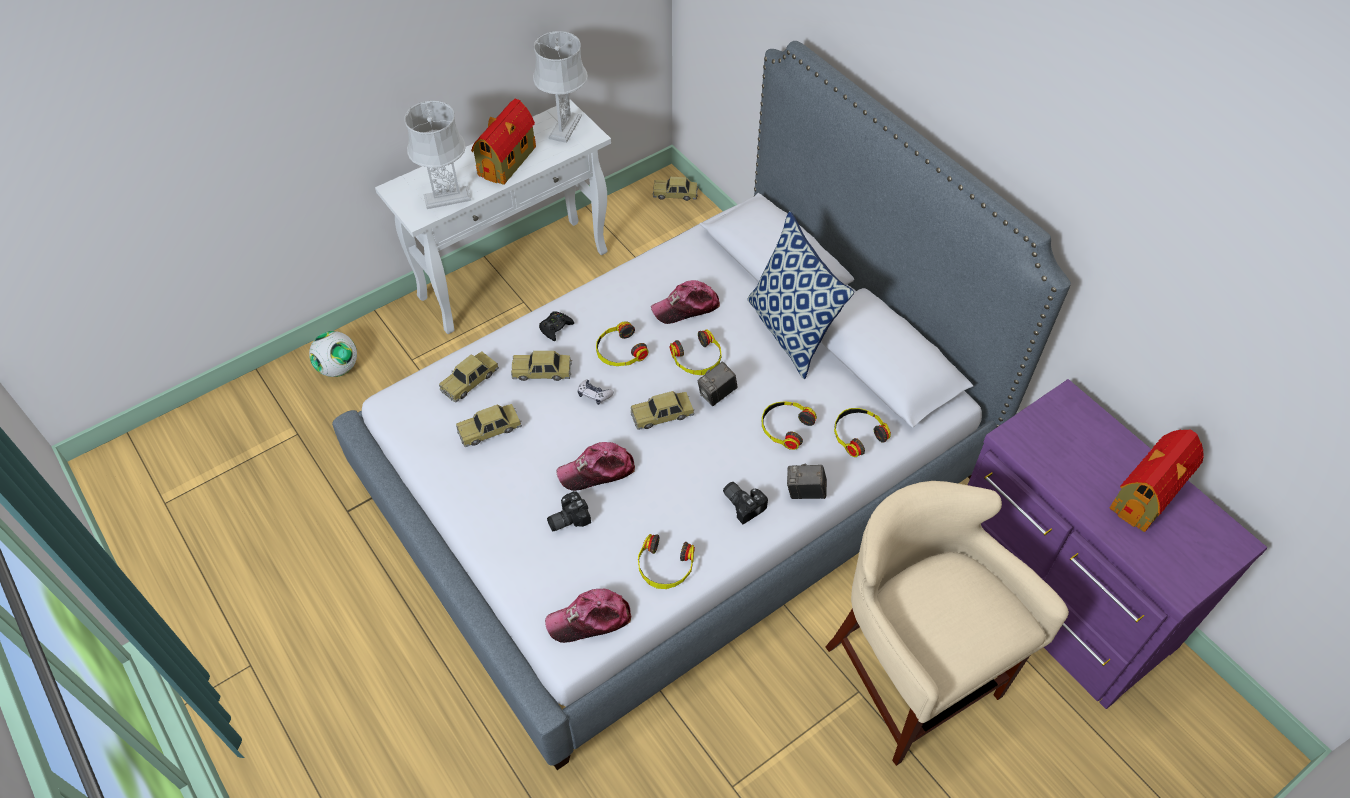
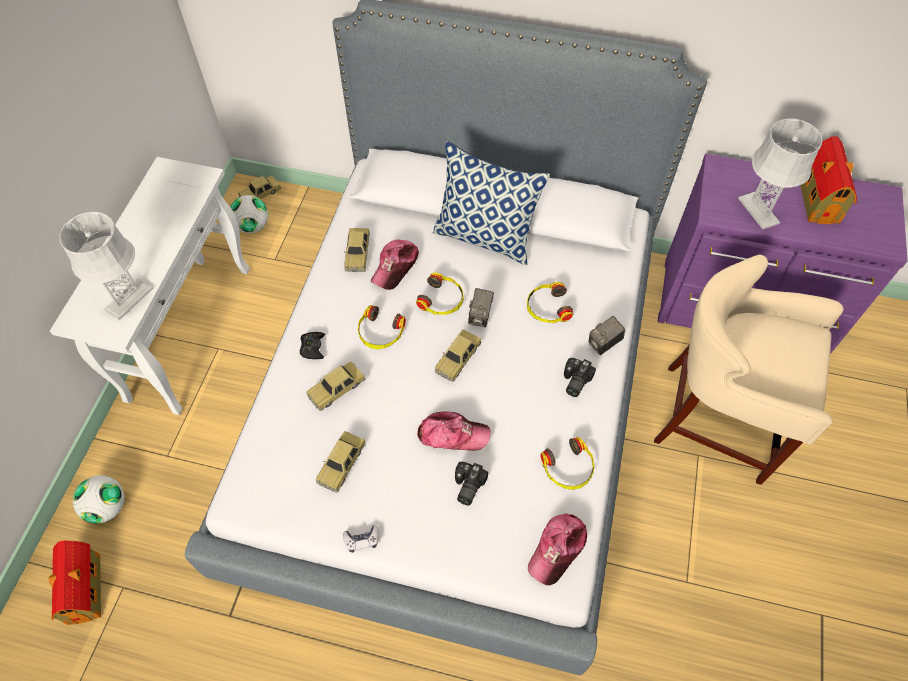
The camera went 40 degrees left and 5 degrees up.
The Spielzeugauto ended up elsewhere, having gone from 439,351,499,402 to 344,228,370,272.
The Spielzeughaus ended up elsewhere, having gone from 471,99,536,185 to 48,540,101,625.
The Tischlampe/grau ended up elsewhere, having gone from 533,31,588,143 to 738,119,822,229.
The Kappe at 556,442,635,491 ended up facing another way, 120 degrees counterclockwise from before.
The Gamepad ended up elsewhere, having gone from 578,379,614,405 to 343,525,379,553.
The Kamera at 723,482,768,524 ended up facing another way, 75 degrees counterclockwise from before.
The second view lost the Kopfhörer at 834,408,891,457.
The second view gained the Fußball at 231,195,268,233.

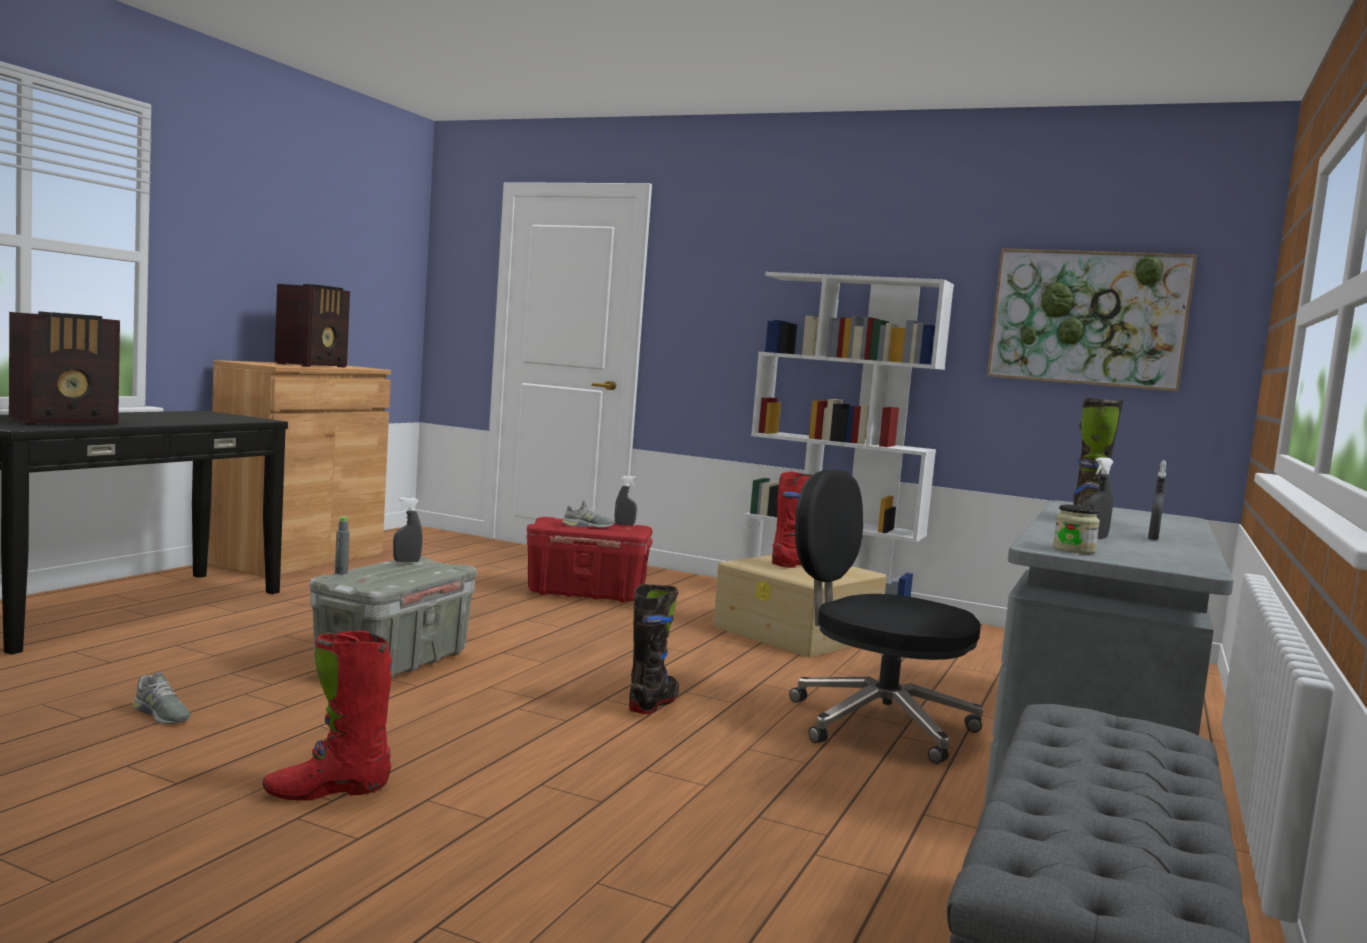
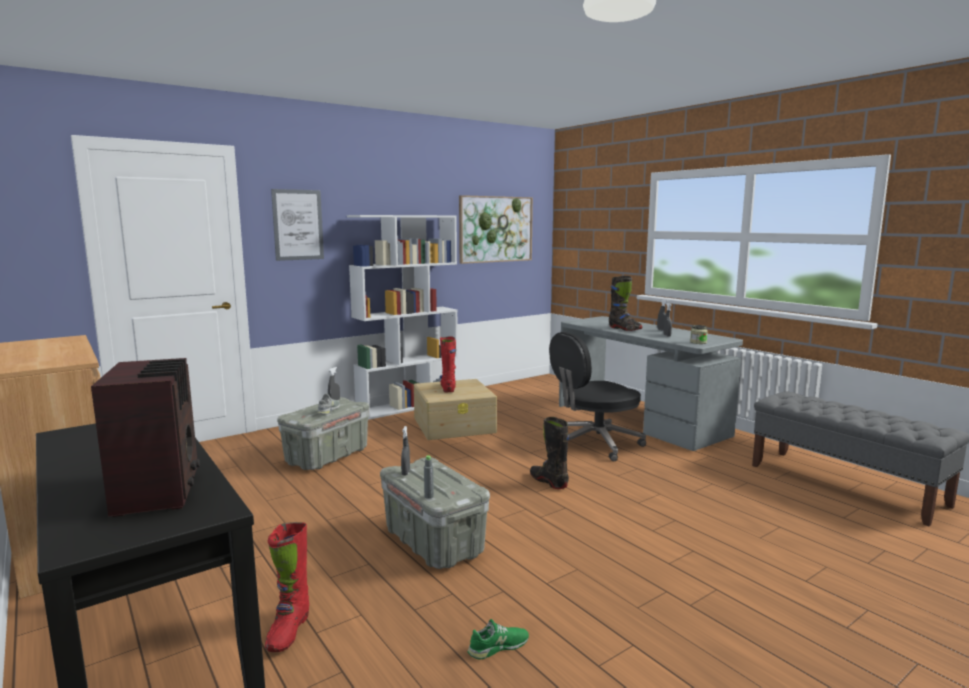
The camera went 60 degrees left and 5 degrees up.
What was the Schuh/grau at 133,673,190,724 turned into the Schuh/grün at 468,619,529,660.
The Stiefel/rot ended up elsewhere, having gone from 263,631,392,801 to 265,522,309,652.
The second view lost the Radio at 274,284,350,367.
What was the Aufbewahrungsbox/rot at 527,517,652,602 turned into the Aufbewahrungsbox/grau at 277,397,369,470.
The second view gained the Bild at 271,189,324,261.

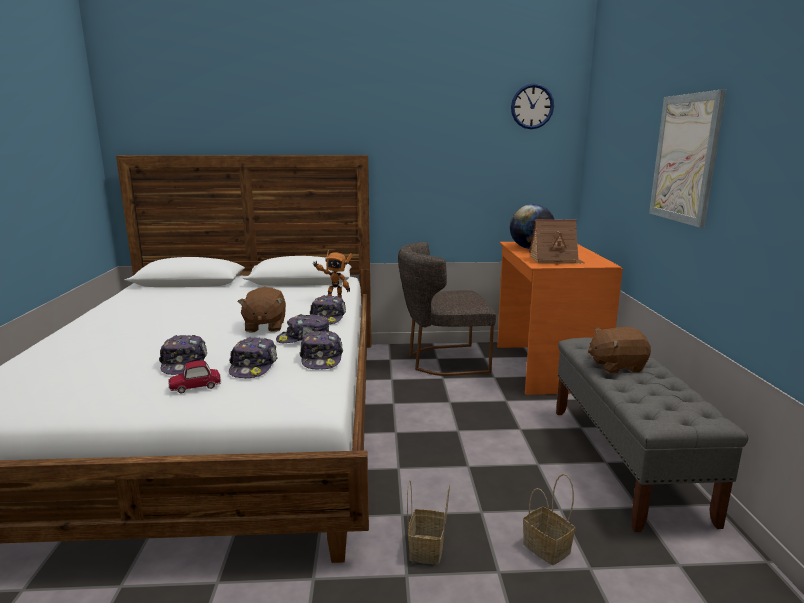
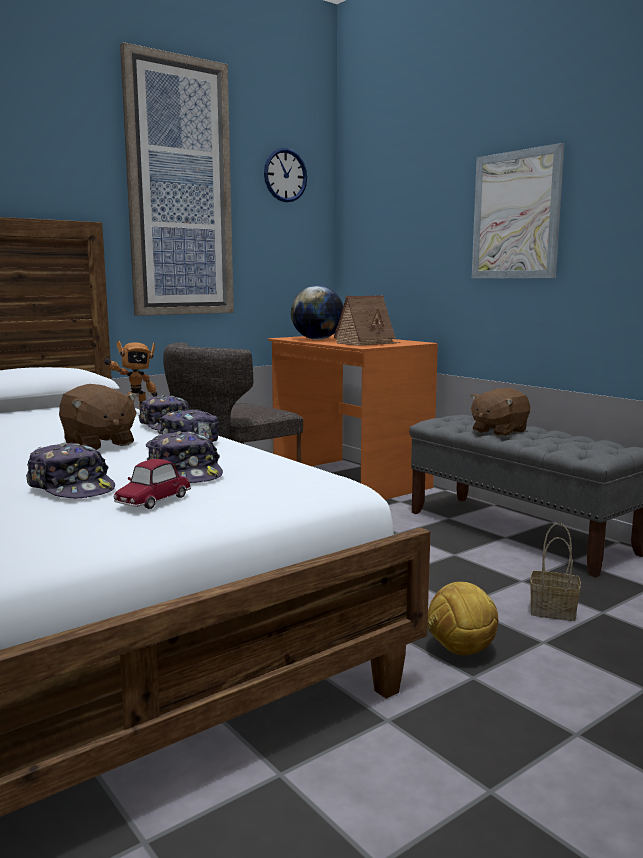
The camera went 35 degrees left and 5 degrees down.
The second view lost the Kappe at 300,331,343,369.
Where the Korb stood at 407,480,450,565, the Fußball came to stand at 428,582,498,655.
The second view gained the Bild at 120,42,234,316.

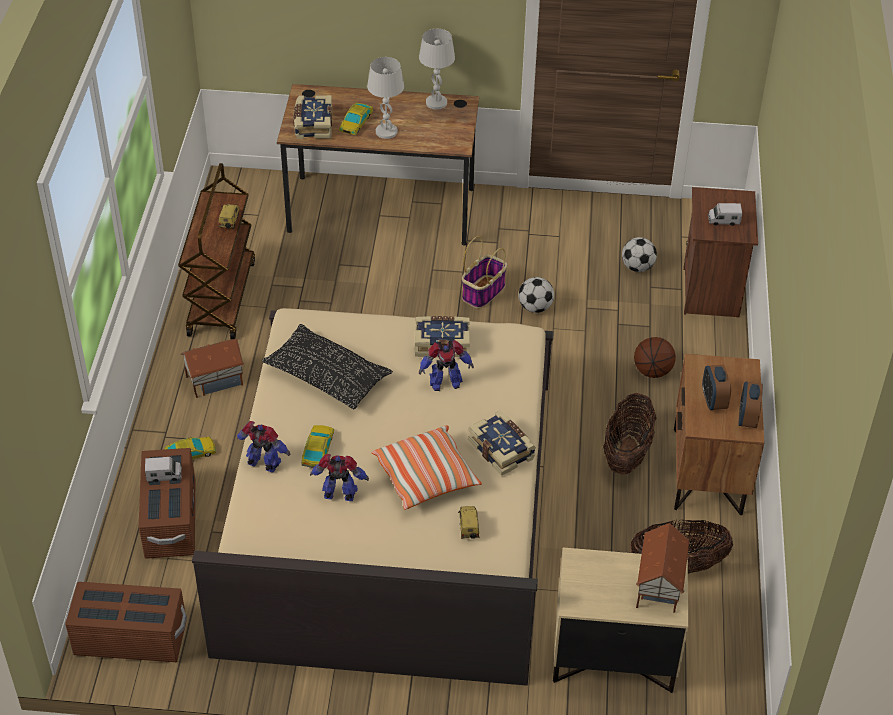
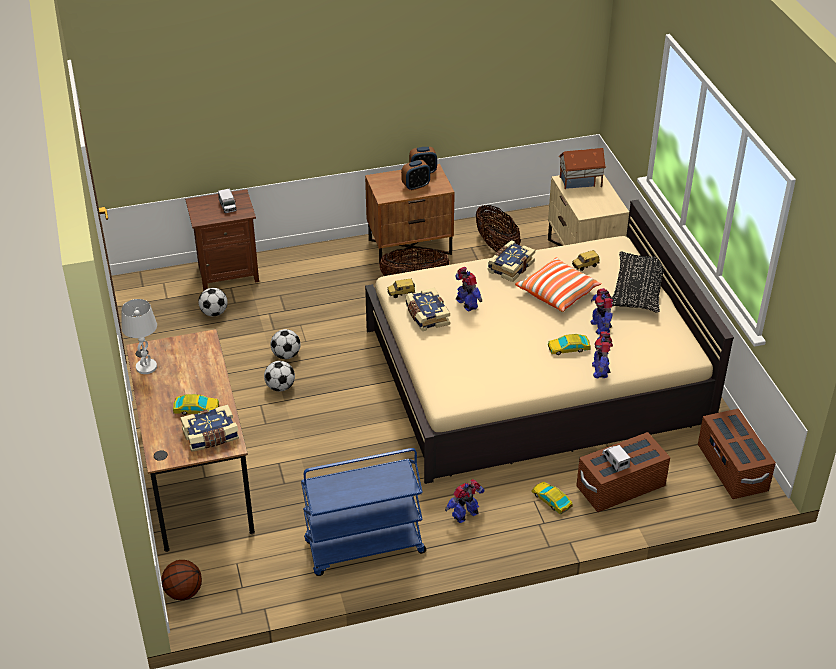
The camera went 110 degrees left and 5 degrees down.
What was the Rollwagen/braun at 178,163,255,339 turned into the Rollwagen/blau at 301,448,426,576.
Where the Spielzeughaus stood at 180,339,244,398, the Spielzeugroboter came to stand at 445,479,485,523.
The Spielzeugauto ended up elsewhere, having gone from 218,204,240,229 to 388,279,415,298.
The Kissen/schwarz ended up elsewhere, having gone from 262,324,393,409 to 612,251,664,313.
The second view lost the Tischlampe/weiß at 367,57,404,139.
Where the Korb stood at 462,236,507,308, the Fußball came to stand at 264,361,295,391.
The Basketball ended up elsewhere, having gone from 634,337,676,378 to 161,560,202,600.

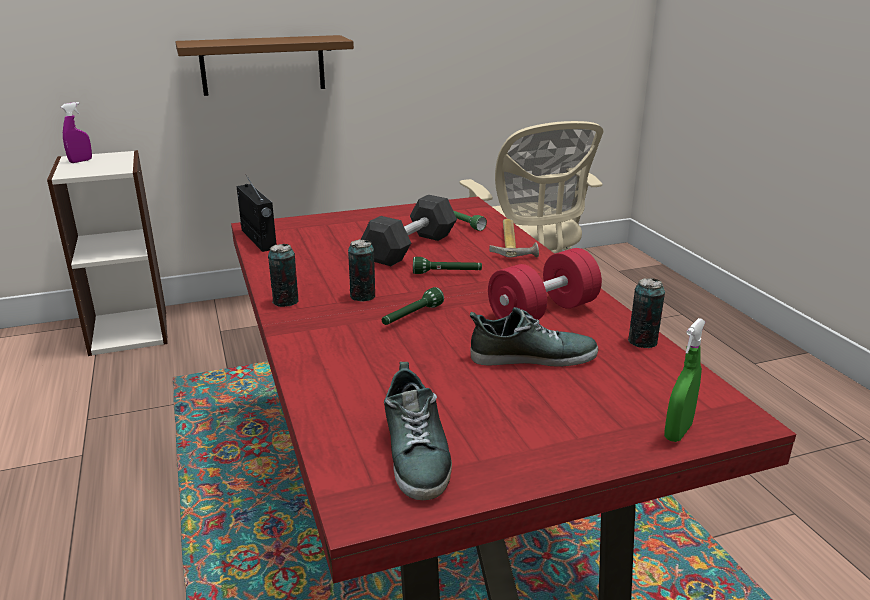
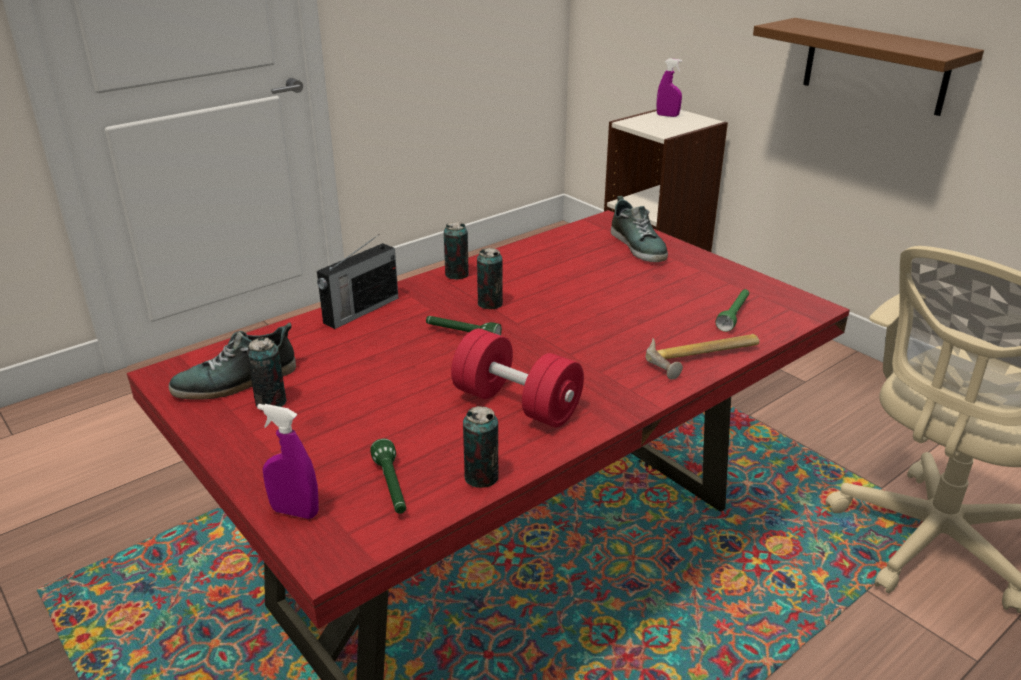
The camera went 70 degrees right and 5 degrees up.
The Radio ended up elsewhere, having gone from 237,174,277,252 to 317,234,399,329.
The second view lost the Hantel/grau at 361,195,457,266.
The Taschenlampe/grün ended up elsewhere, having gone from 413,257,482,274 to 370,438,406,514.
The Schuh ended up elsewhere, having gone from 470,307,598,367 to 611,196,668,262.
What was the Sprühflasche/grün at 664,318,705,442 turned into the Sprühflasche/lila at 257,404,319,519.
The second view gained the Dose at 247,337,287,407.

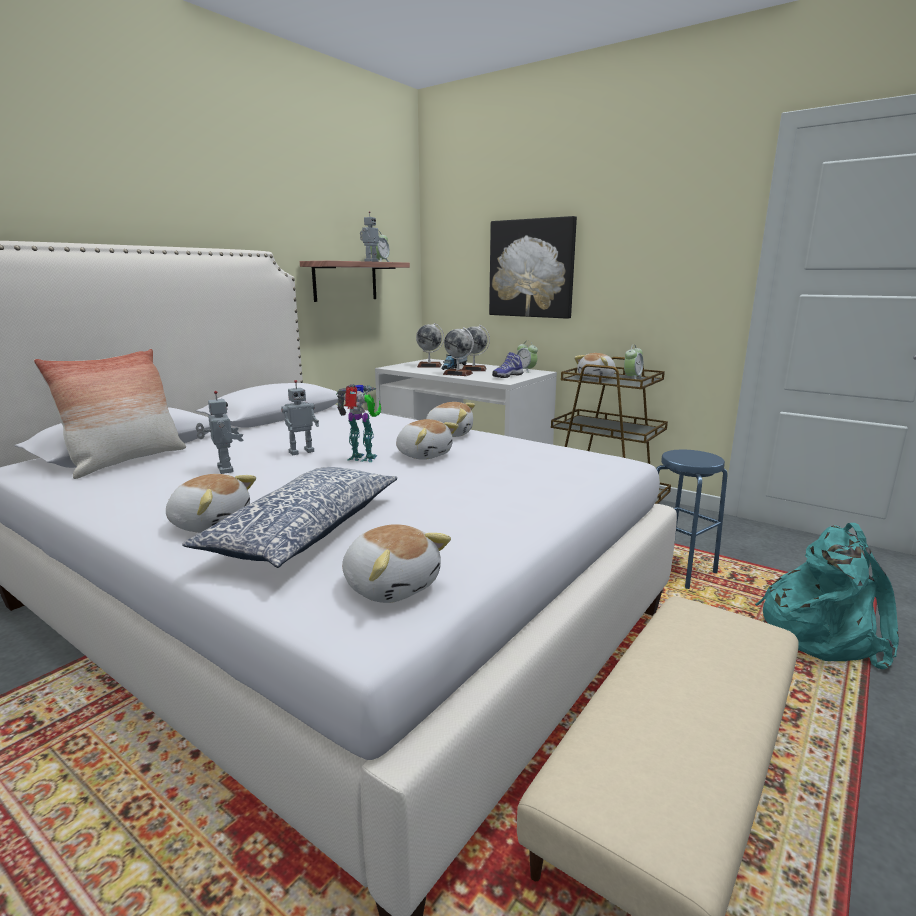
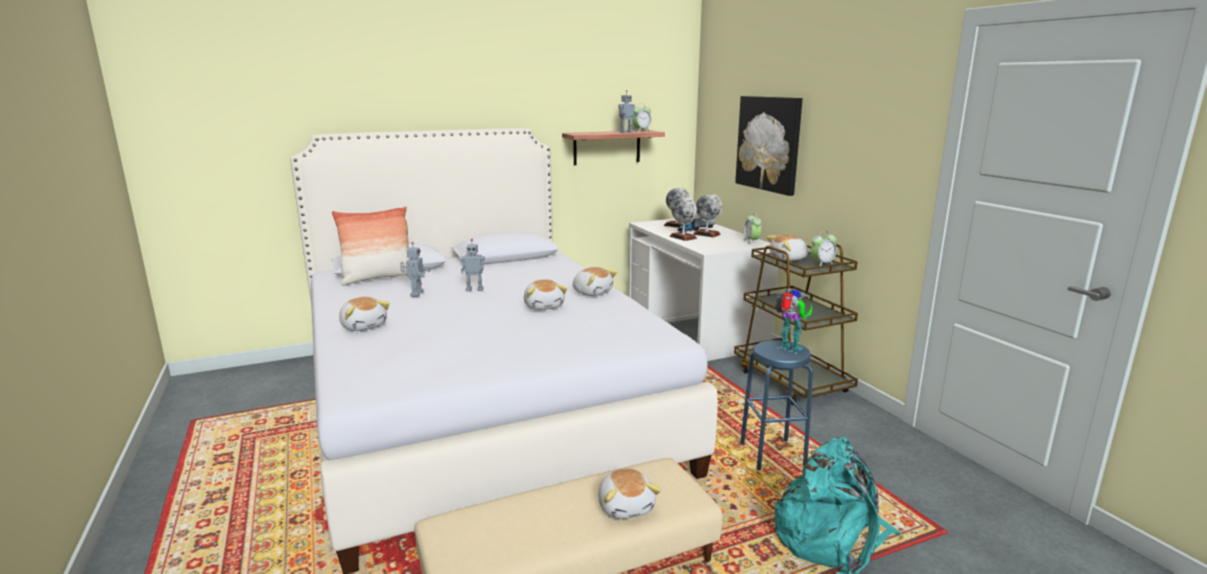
The camera went 30 degrees right and 0 degrees up.
The second view lost the Kissen at 182,467,397,568.
The Spielzeugroboter ended up elsewhere, having gone from 336,384,381,462 to 775,289,812,354.
The Plüschtier ended up elsewhere, having gone from 342,524,451,603 to 598,469,661,519.
The second view lost the Schuh at 492,352,523,378.

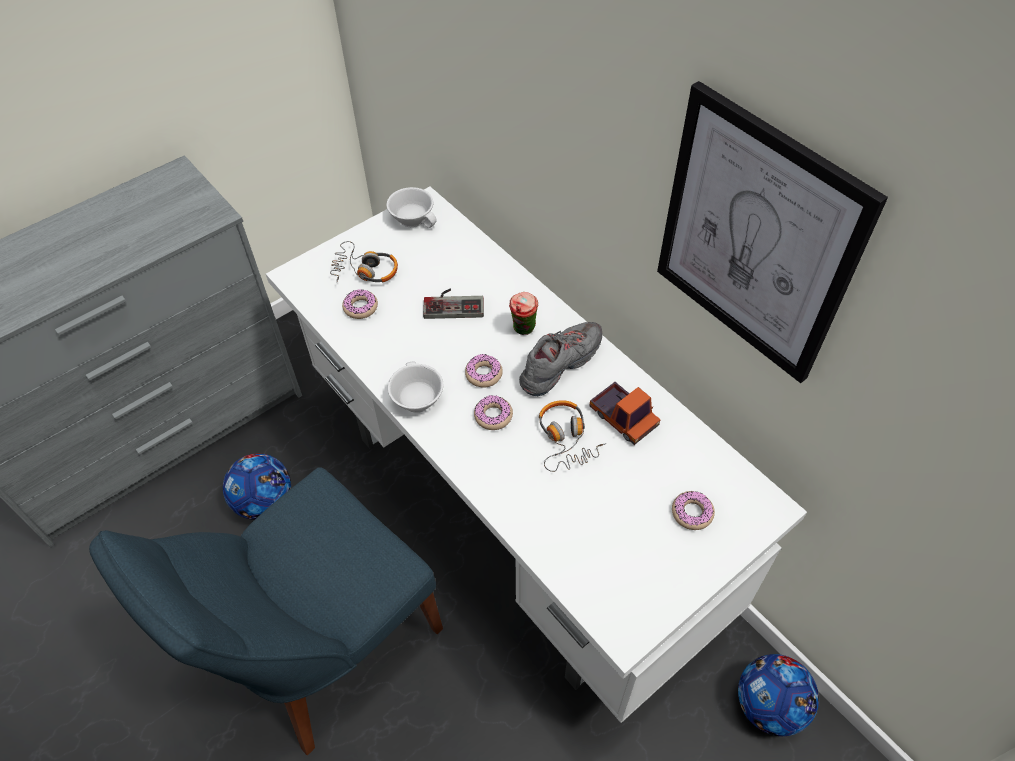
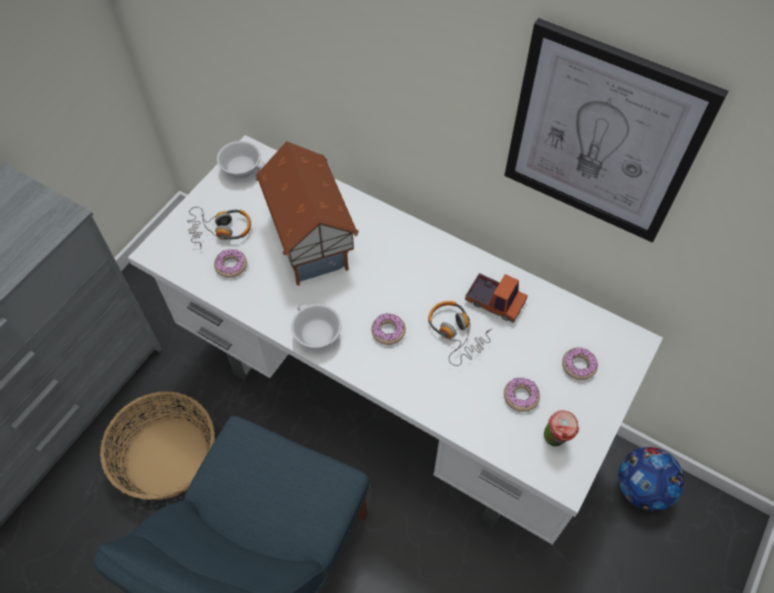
The camera went 20 degrees left and 5 degrees up.
Where the Fußball stood at 223,454,291,520, the Korb came to stand at 100,391,215,500.
Where the Gamepad stood at 423,289,484,319, the Spielzeughaus came to stand at 255,141,359,286.
The Donut ended up elsewhere, having gone from 465,354,503,388 to 504,377,540,412.
The Tasse ended up elsewhere, having gone from 509,292,538,335 to 544,410,579,446.
The second view lost the Schuh/grau at 519,322,602,396.

